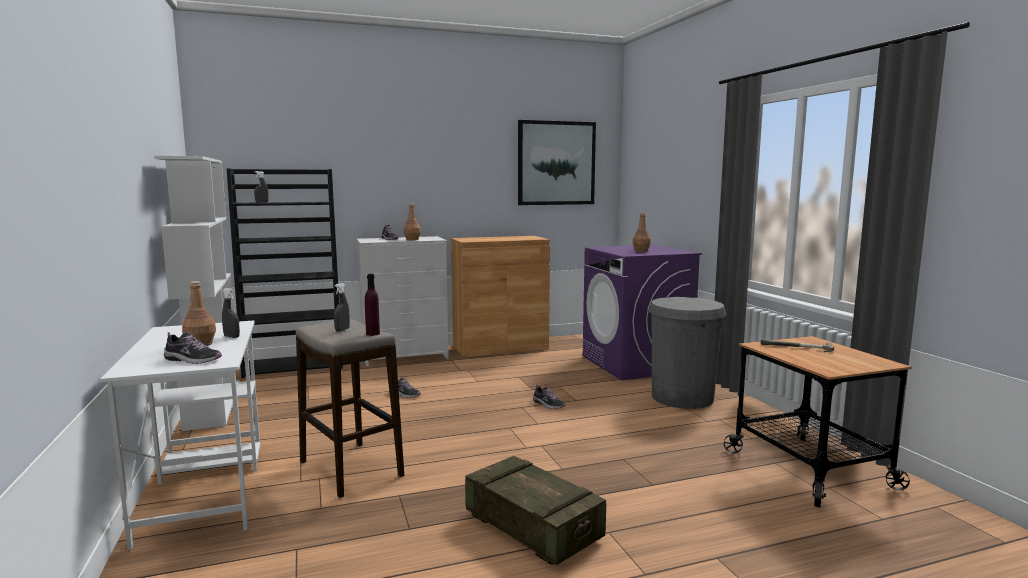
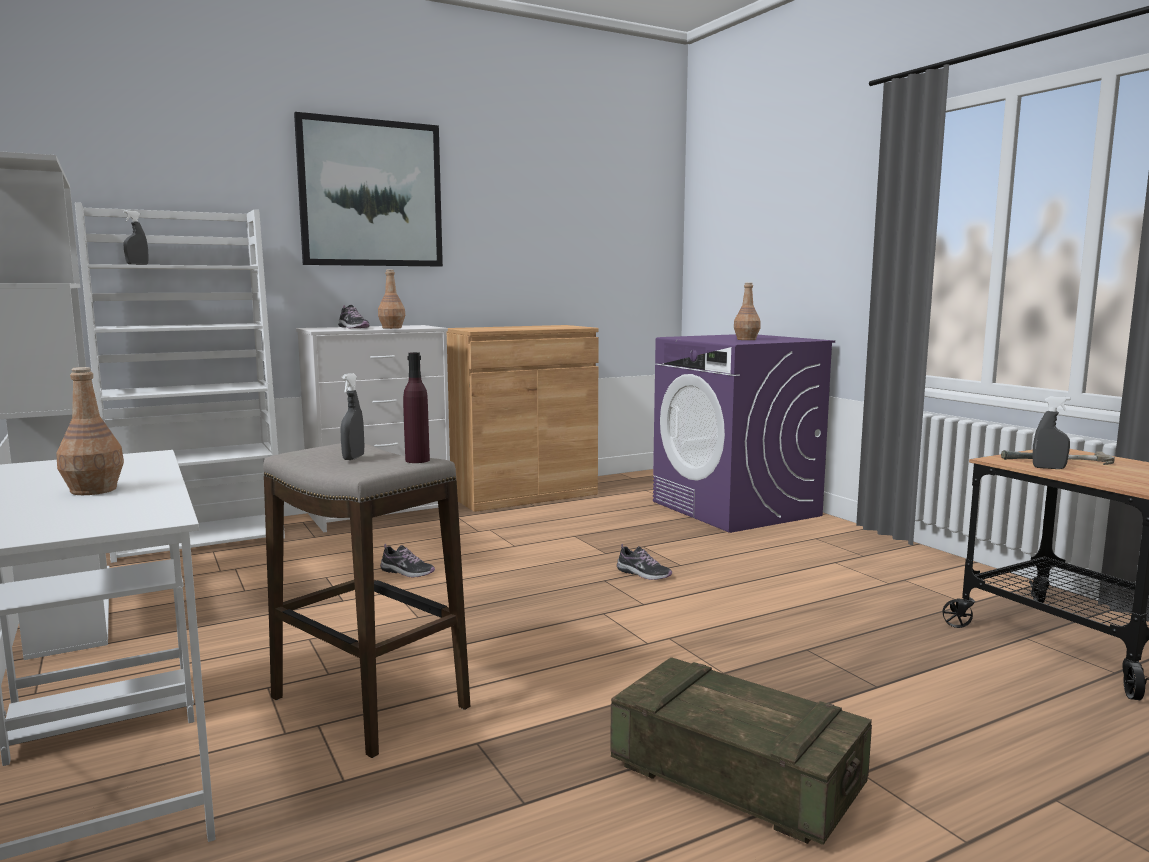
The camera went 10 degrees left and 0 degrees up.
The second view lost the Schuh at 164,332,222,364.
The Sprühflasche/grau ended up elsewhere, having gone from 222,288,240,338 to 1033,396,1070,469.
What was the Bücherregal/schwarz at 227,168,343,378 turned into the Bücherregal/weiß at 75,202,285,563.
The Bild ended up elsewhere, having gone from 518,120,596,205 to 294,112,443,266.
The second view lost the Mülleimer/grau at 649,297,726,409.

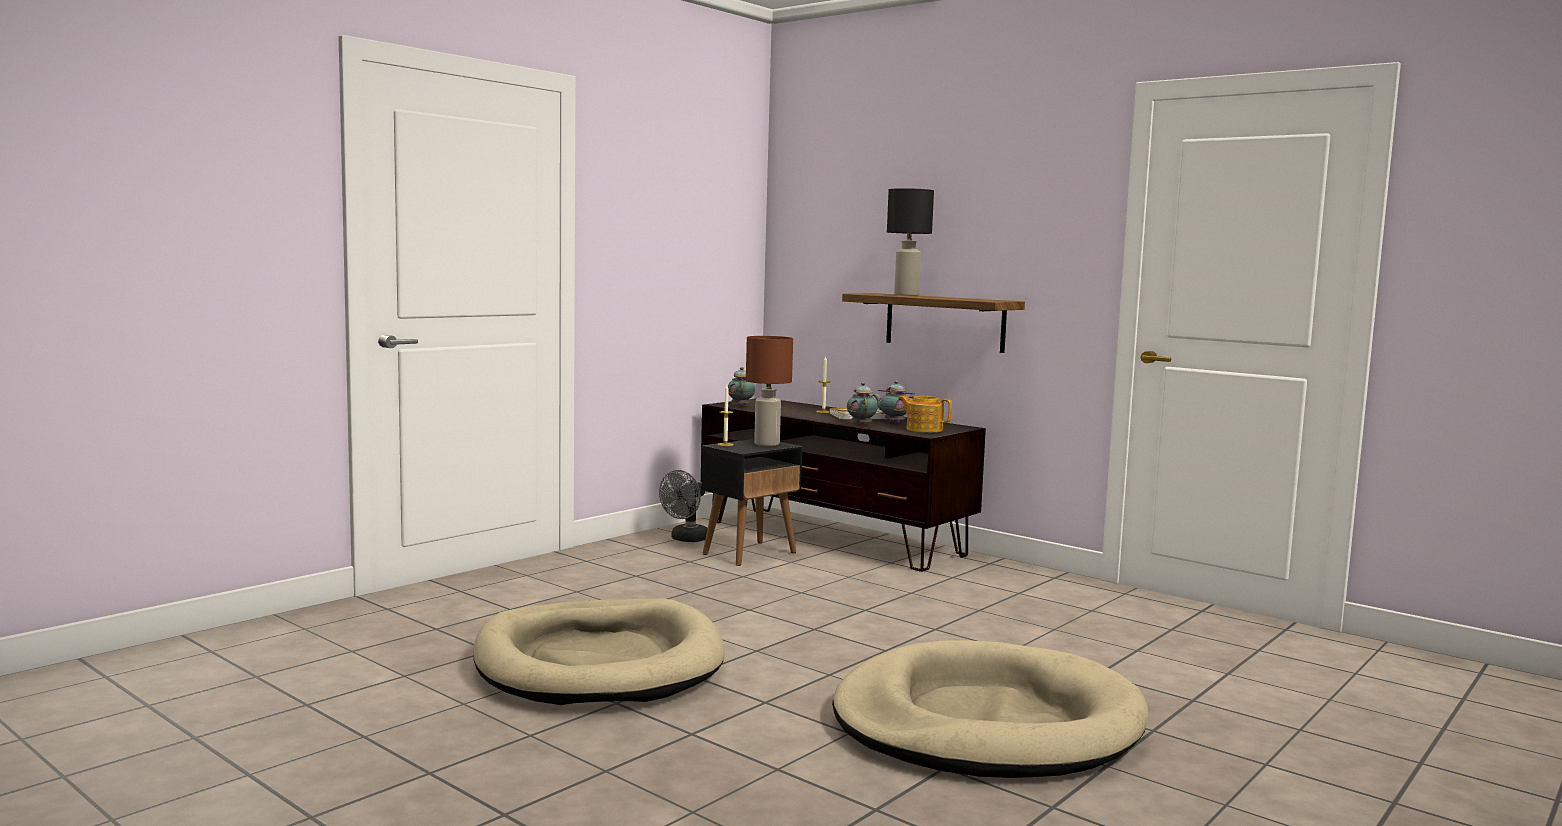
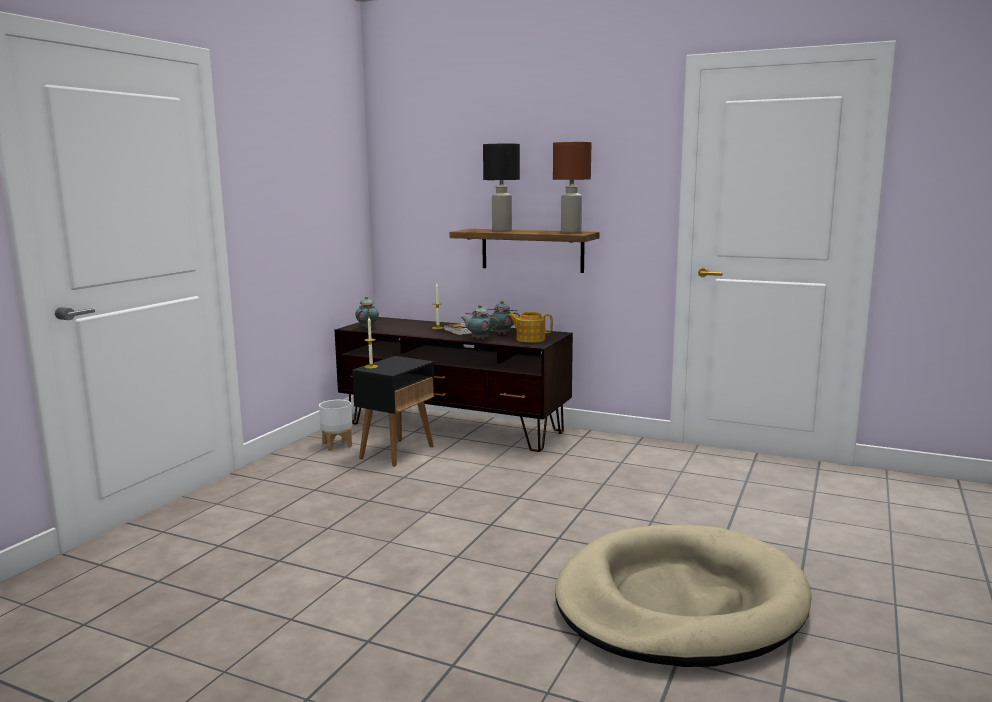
The camera went 15 degrees left and 5 degrees up.
The second view lost the Hundebett/beige at 473,598,725,705.
Where the Ventilator/grau stood at 659,470,708,542, the Pflanzkübel/weiß came to stand at 319,400,352,451.
The Tischlampe/braun ended up elsewhere, having gone from 746,336,793,446 to 553,142,591,233.
The Teekanne at 847,382,878,426 ended up facing another way, 45 degrees counterclockwise from before.

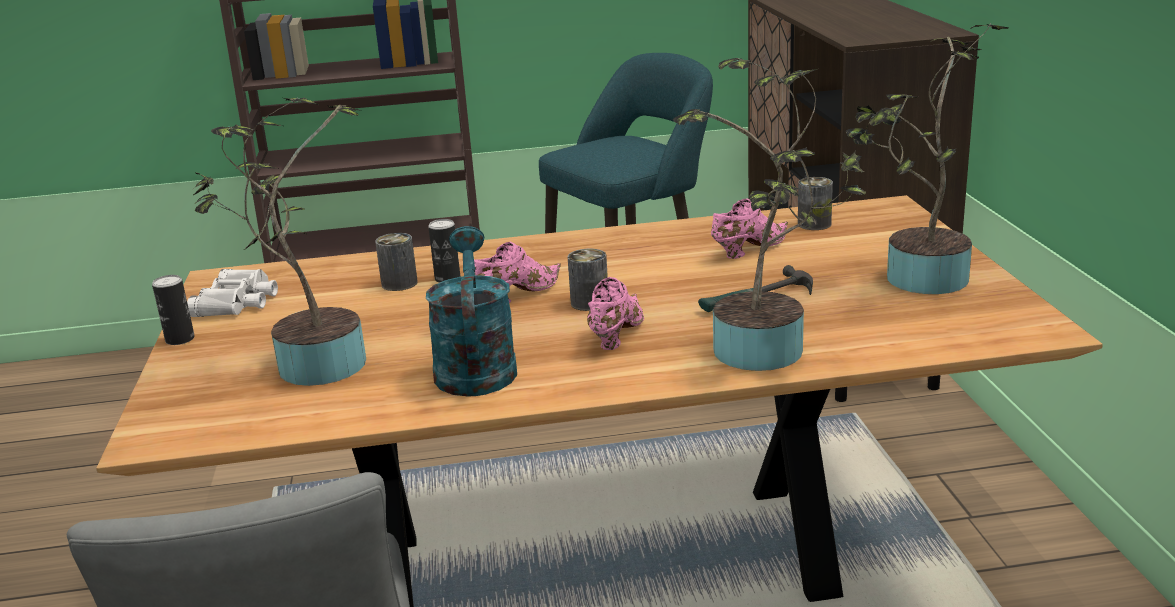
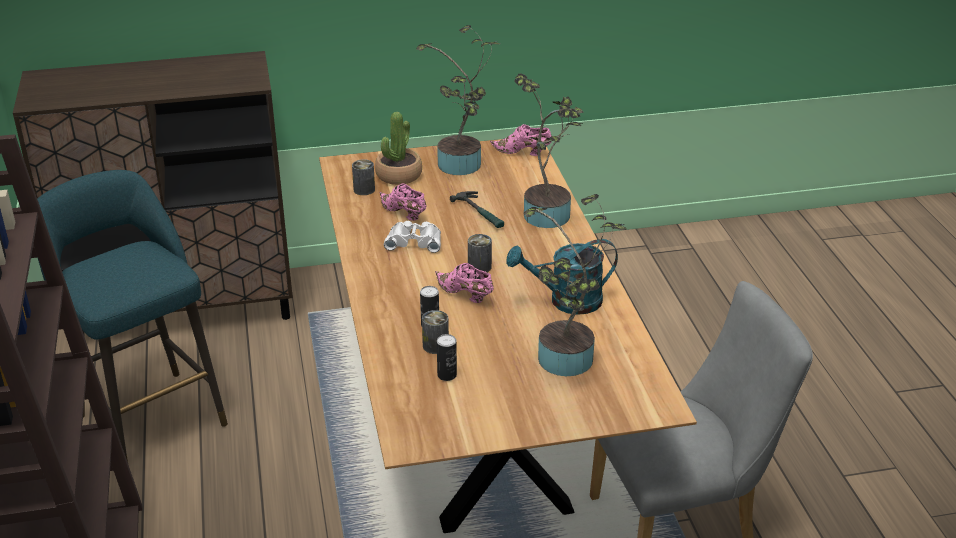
The camera went 95 degrees left and 10 degrees up.
The Dose ended up elsewhere, having gone from 152,275,195,345 to 437,334,457,381.
The Fernglas/weiß ended up elsewhere, having gone from 187,269,278,317 to 384,221,441,253.
The Schuh/rosa ended up elsewhere, having gone from 587,277,644,350 to 490,124,552,156.
The second view gained the Topfpflanze at 375,112,422,185.

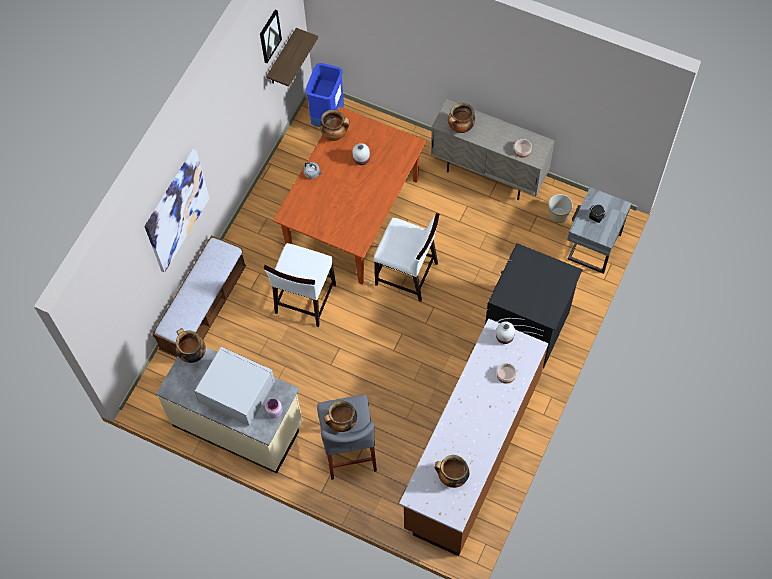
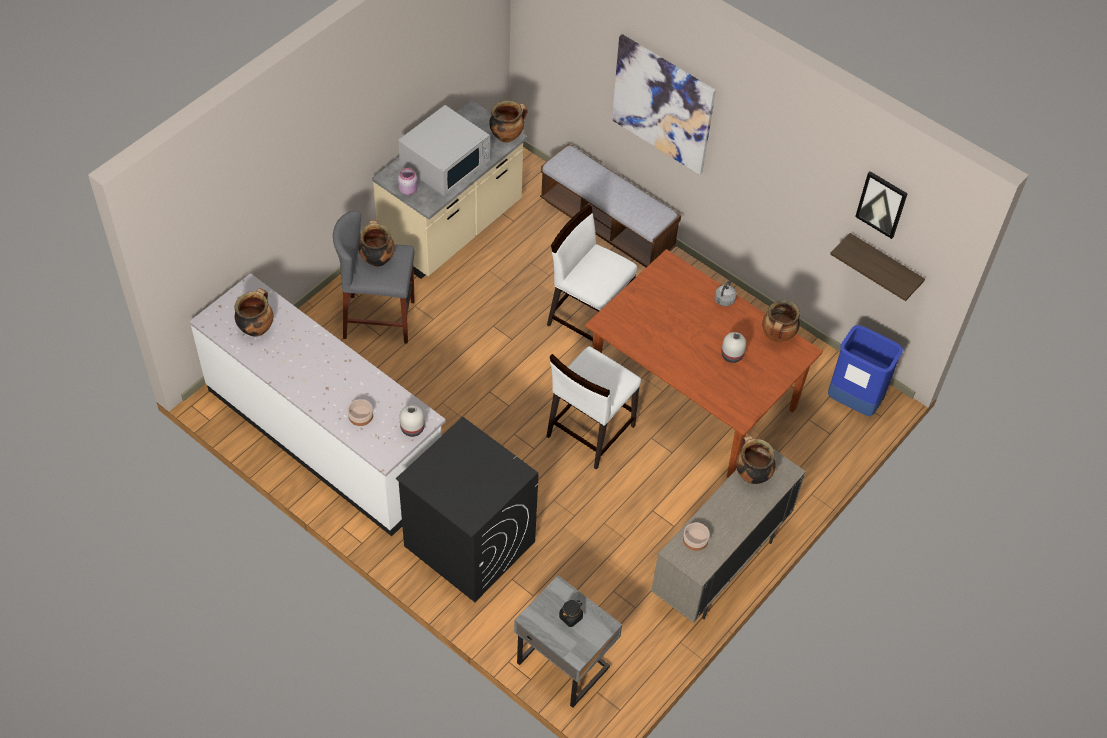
The camera went 100 degrees right and 10 degrees down.
What was the Küchenzeile/braun at 399,318,548,556 turned into the Küchenzeile/weiß at 189,273,446,536.
The second view lost the Pflanzkübel at 548,194,573,223.

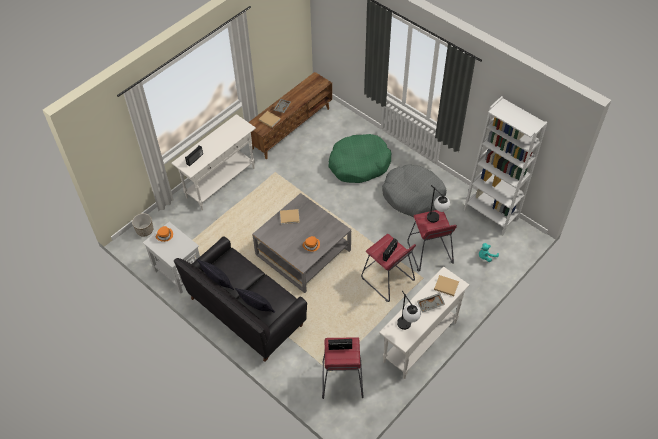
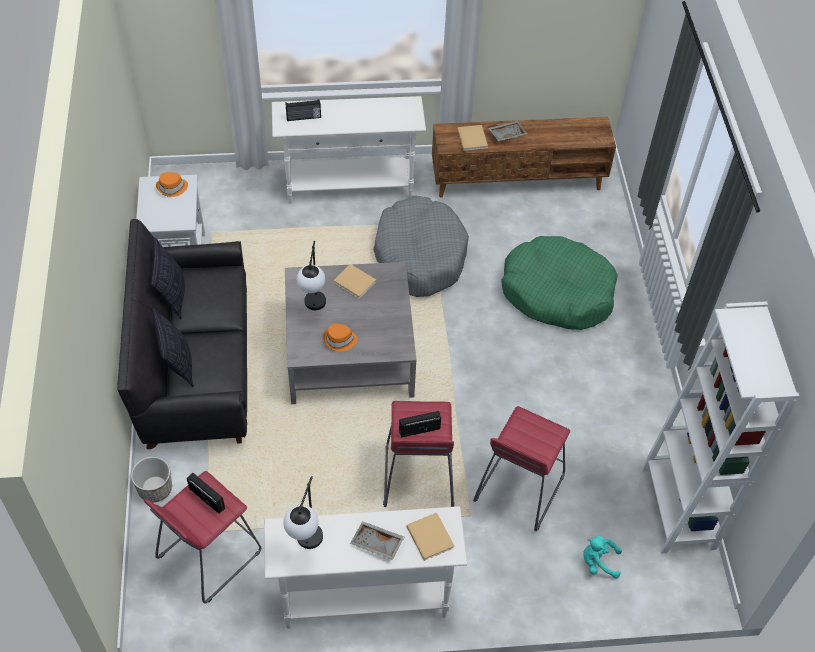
The camera went 40 degrees right and 0 degrees up.
The Pflanzkübel ended up elsewhere, having gone from 132,213,153,237 to 131,457,172,502.
The Hundebett/grau ended up elsewhere, having gone from 382,164,447,217 to 373,195,469,297.
The Tischlampe ended up elsewhere, having gone from 427,185,450,223 to 297,241,326,310.

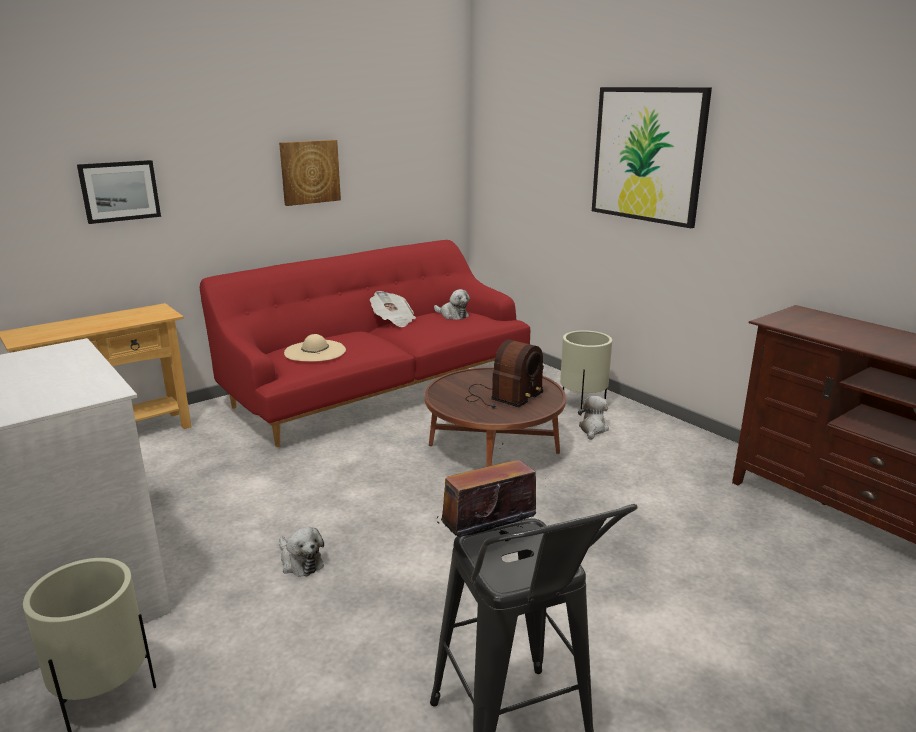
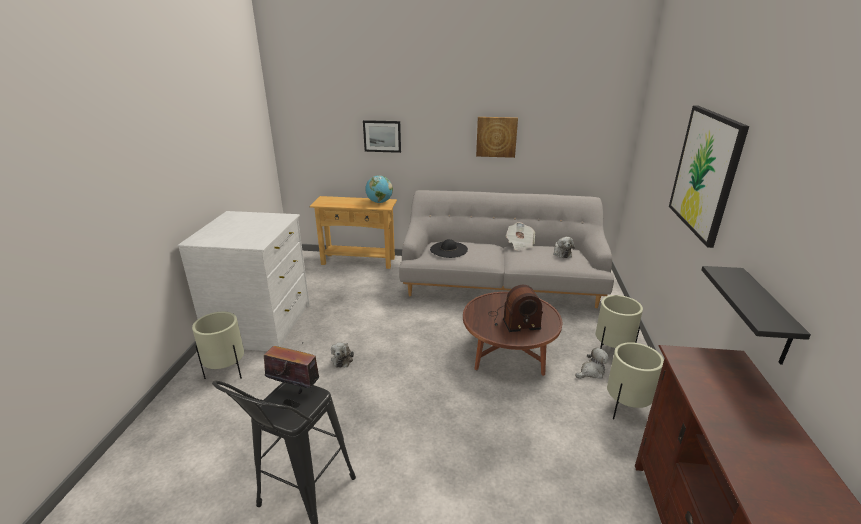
The camera went 45 degrees right and 5 degrees up.
What was the Sofa/rot at 200,240,530,447 turned into the Sofa/grau at 399,190,614,308.
What was the Hut/beige at 284,334,346,361 turned into the Hut/schwarz at 430,239,468,258.
The second view gained the Globus at 365,175,393,203.
The second view gained the Pflanzkübel/beige at 607,342,664,419.
The second view gained the Wandregal/schwarz at 701,266,811,365.

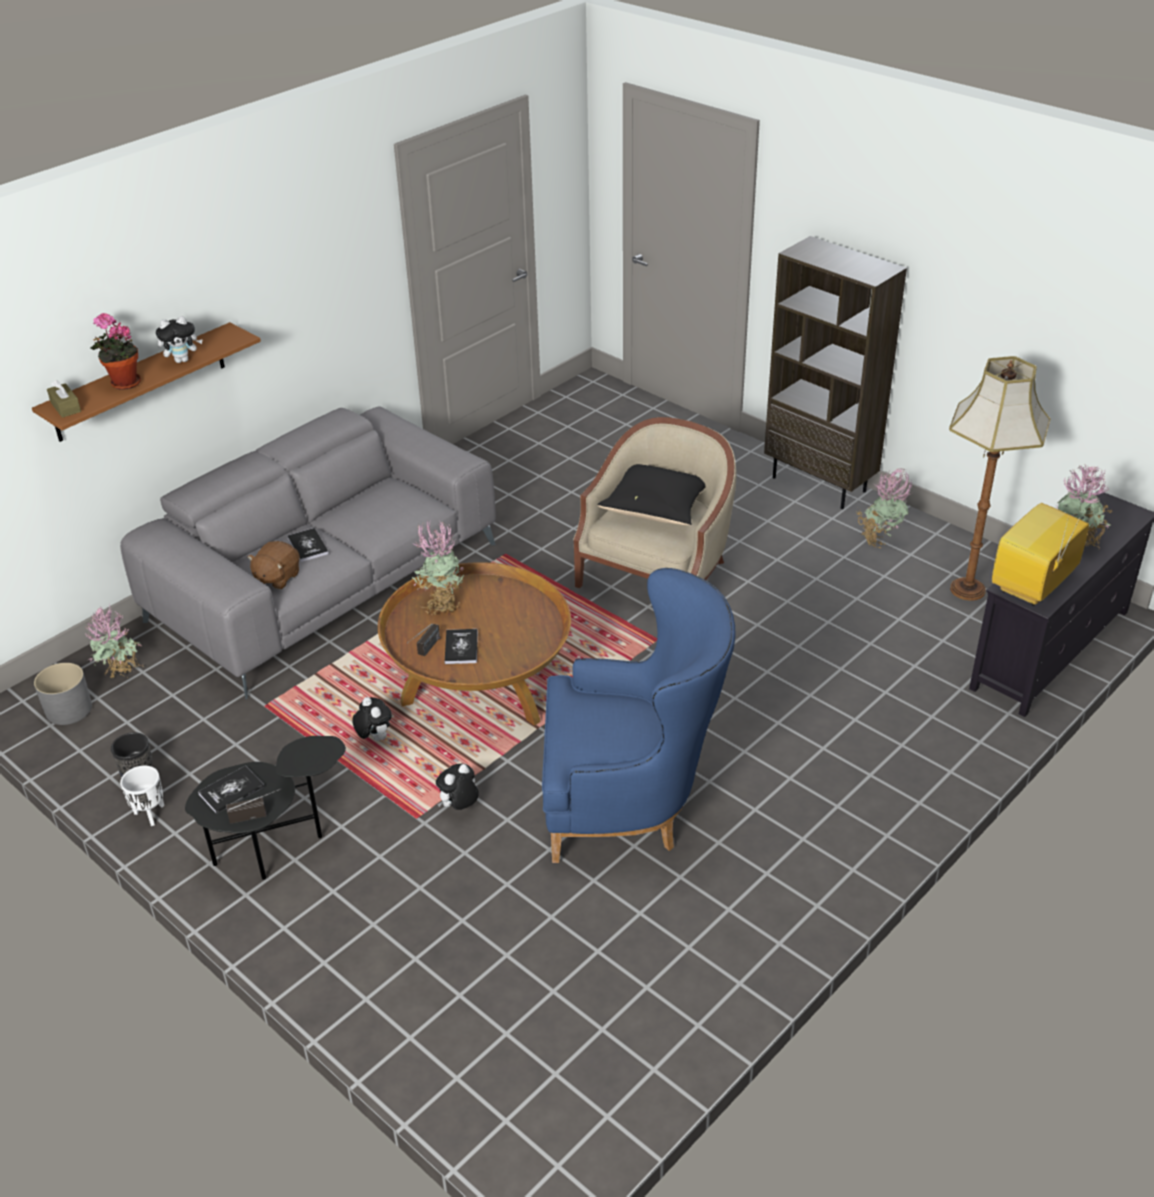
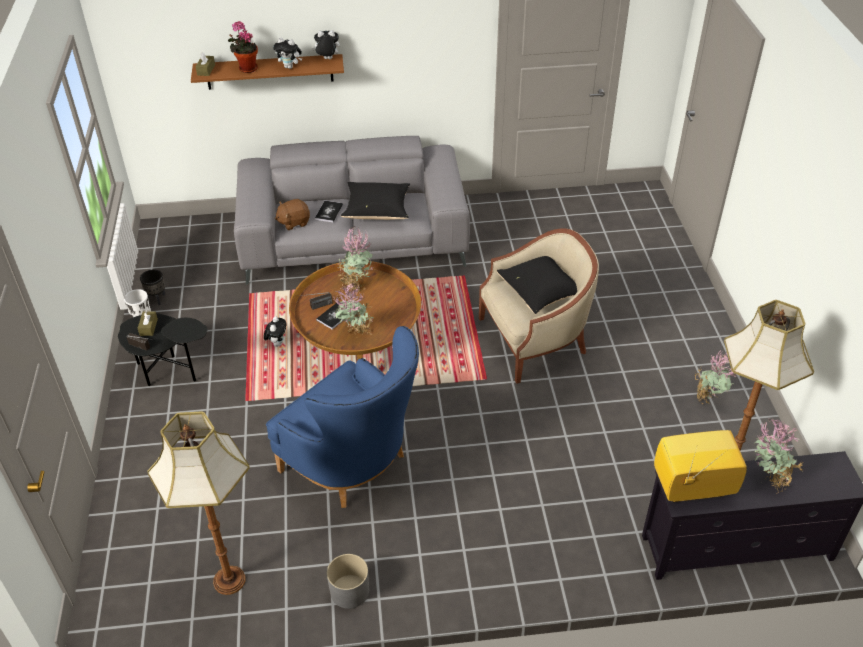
The camera went 40 degrees right and 5 degrees up.
The Pflanzkübel/grau ended up elsewhere, having gone from 34,663,92,725 to 327,554,369,609.
The Topfpflanze ended up elsewhere, having gone from 85,607,142,678 to 333,282,374,335.
Where the Buch stood at 198,766,264,814, the Taschentuchbox/braun came to stand at 138,310,158,336.
The Plüschtier ended up elsewhere, having gone from 436,763,479,810 to 312,30,340,59.
The second view lost the Bücherregal/braun at 764,236,907,509.
The second view gained the Stehlampe at 147,411,250,595.
The second view gained the Kissen/schwarz at 341,182,410,220.

